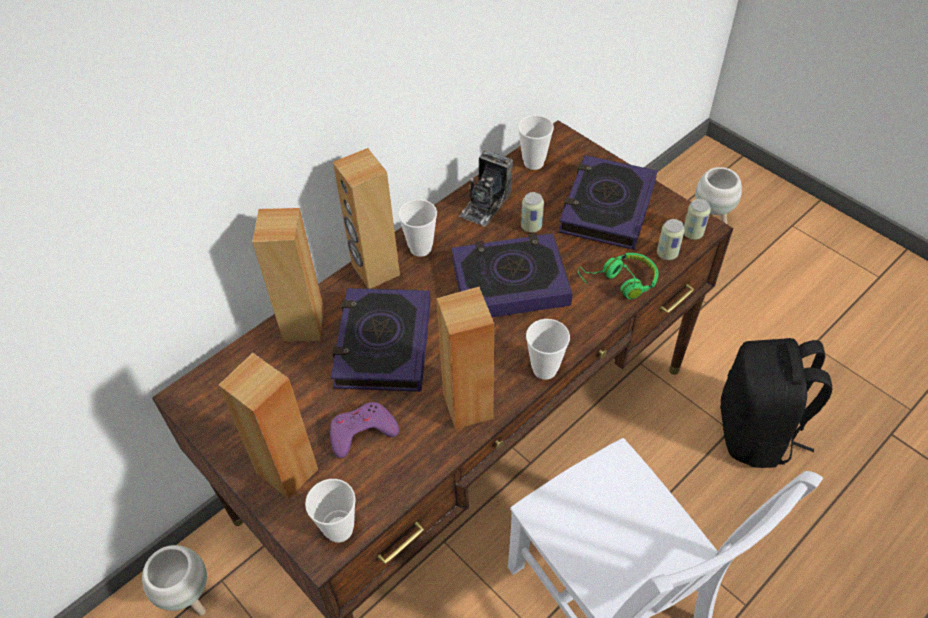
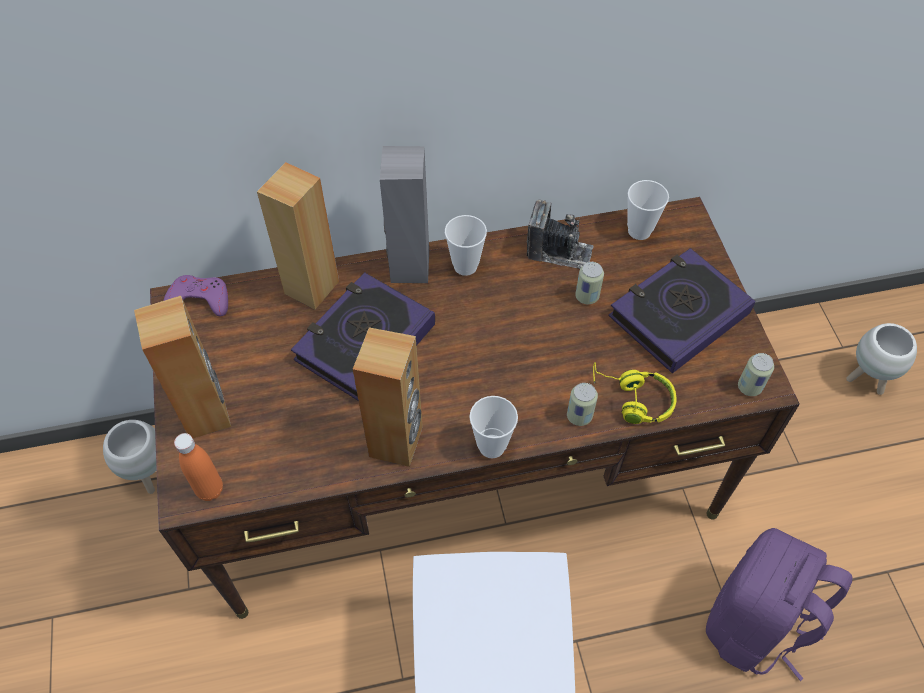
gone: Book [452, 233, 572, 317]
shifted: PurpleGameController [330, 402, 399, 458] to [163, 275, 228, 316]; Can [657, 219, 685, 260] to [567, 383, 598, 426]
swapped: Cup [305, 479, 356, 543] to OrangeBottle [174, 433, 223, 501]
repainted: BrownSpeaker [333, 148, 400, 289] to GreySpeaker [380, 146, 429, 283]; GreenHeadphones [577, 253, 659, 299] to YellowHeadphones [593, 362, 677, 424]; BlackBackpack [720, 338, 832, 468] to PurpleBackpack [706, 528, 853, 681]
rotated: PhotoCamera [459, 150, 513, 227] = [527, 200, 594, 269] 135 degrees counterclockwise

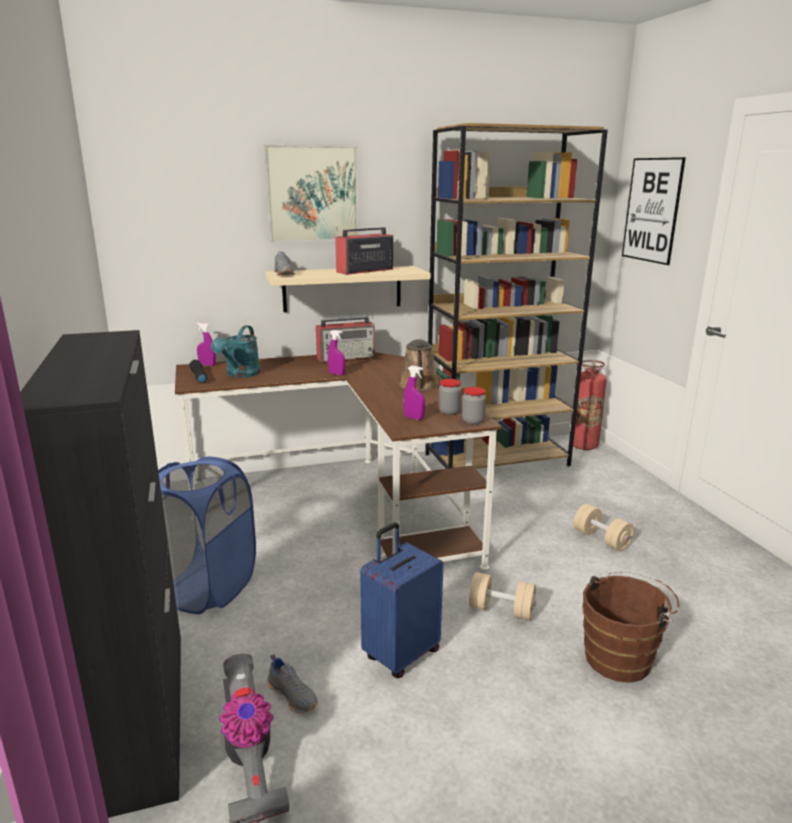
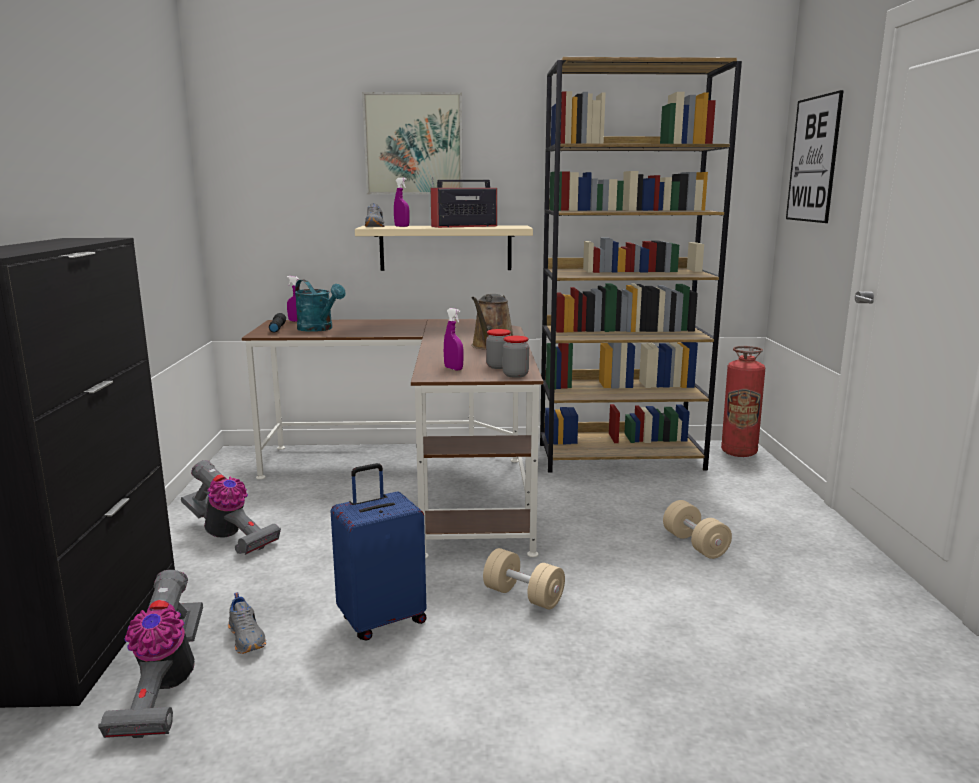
gone: Radio [316, 316, 375, 362]; BrownBucket [582, 571, 679, 683]
shifted: PurpleSprayBottle [328, 330, 345, 375] to [394, 178, 410, 227]
swapped: BlueLaundryBasket [158, 457, 256, 614] to VacuumCleaner [181, 460, 281, 555]
rotated: TurquoiseWateringCan [211, 326, 260, 378] = [295, 279, 346, 332] 75 degrees counterclockwise

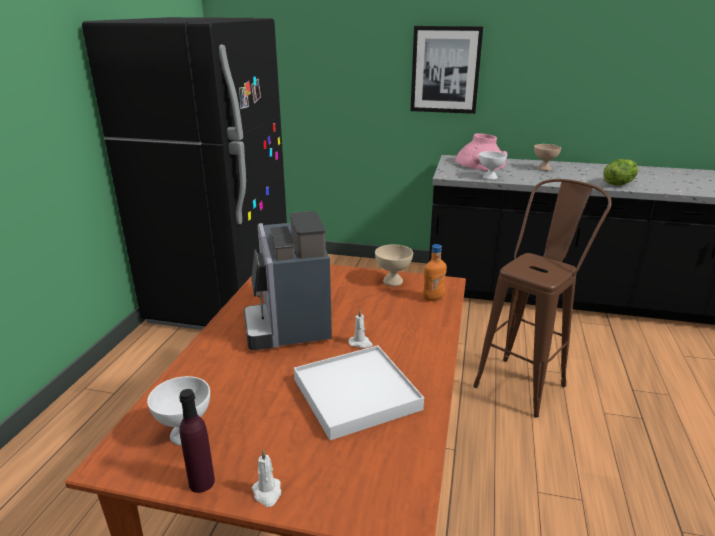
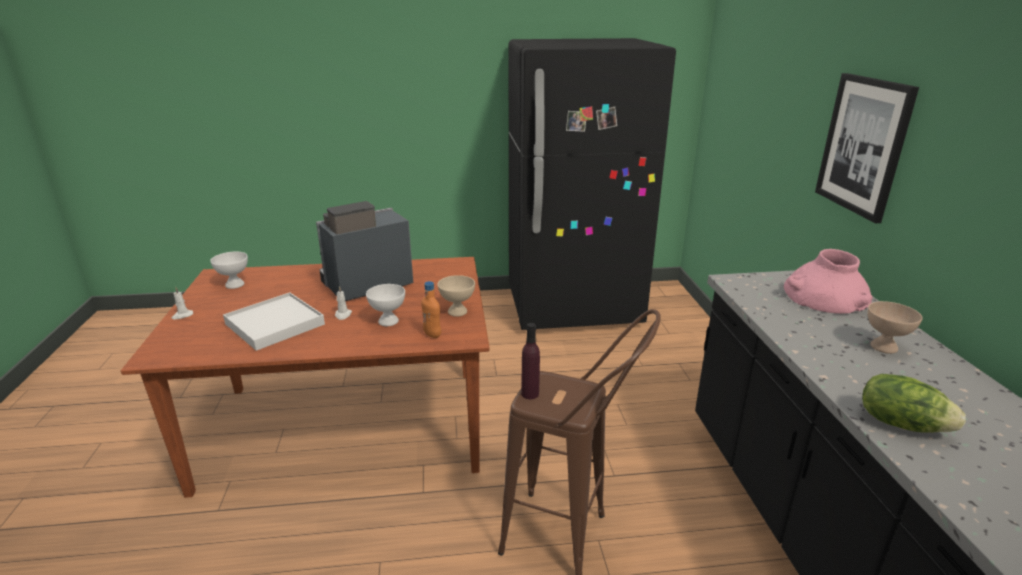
shifted: PurpleBottle [179, 389, 215, 493] to [521, 323, 540, 399]; WhiteBowl [479, 151, 507, 180] to [366, 284, 405, 326]

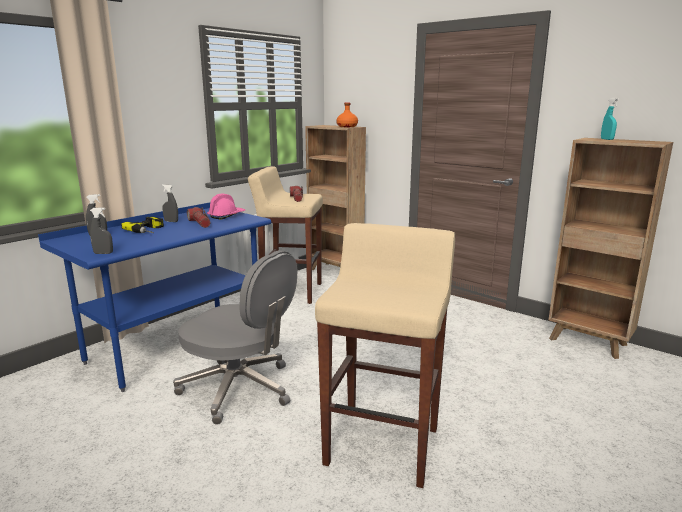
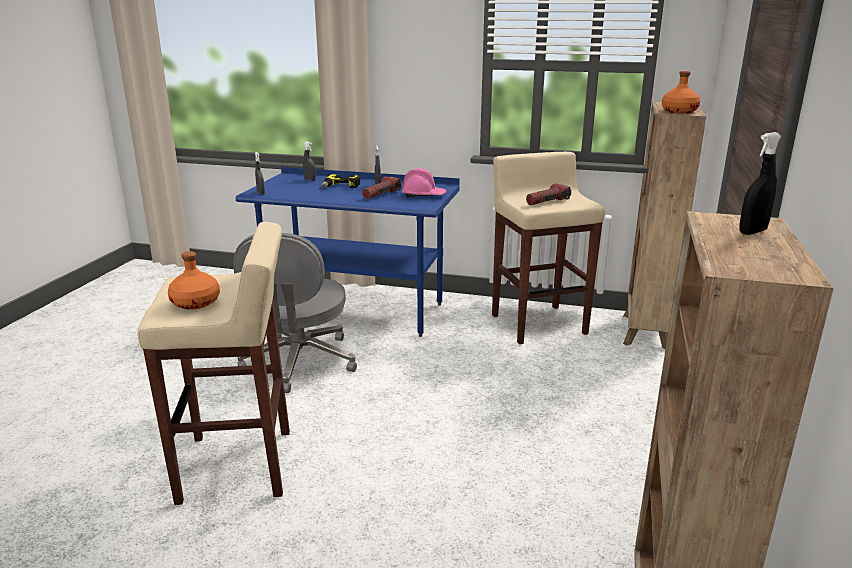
new: OrangeBottle [168, 251, 220, 310]
repainted: TurquoiseSprayBottle [601, 98, 619, 140] to BlackSprayBottle [739, 132, 781, 235]

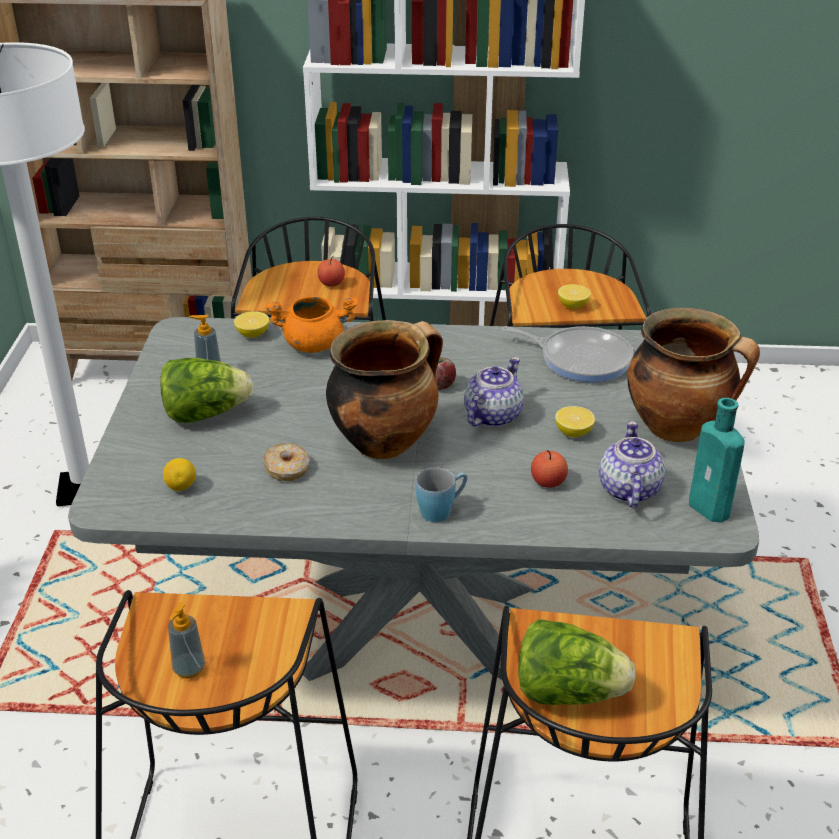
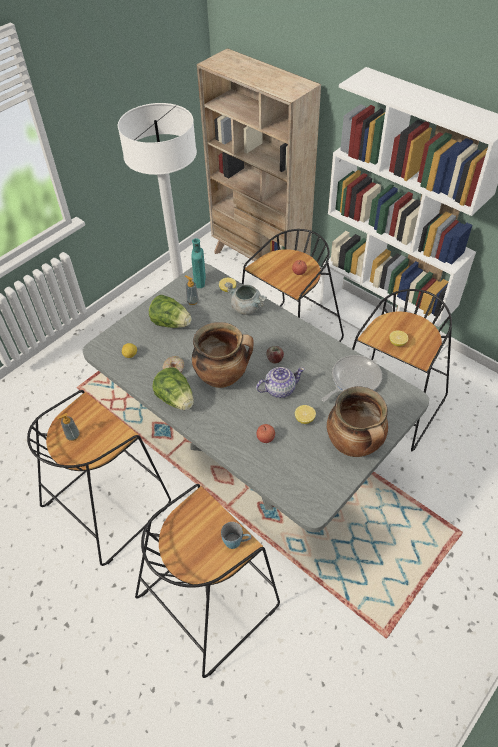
gone: Teapot [599, 421, 666, 508]
shifted: BlueMug [416, 467, 467, 522] to [221, 522, 251, 549]; Lettuce [518, 619, 636, 705] to [152, 367, 194, 410]; TurquoiseBottle [689, 398, 745, 522] to [191, 238, 206, 288]
repainted: OrangeCookingPot [266, 296, 358, 353] to GreyCookingPot [225, 282, 267, 315]
rotated: FryingPan [502, 326, 634, 382] = [321, 355, 382, 402] 105 degrees counterclockwise

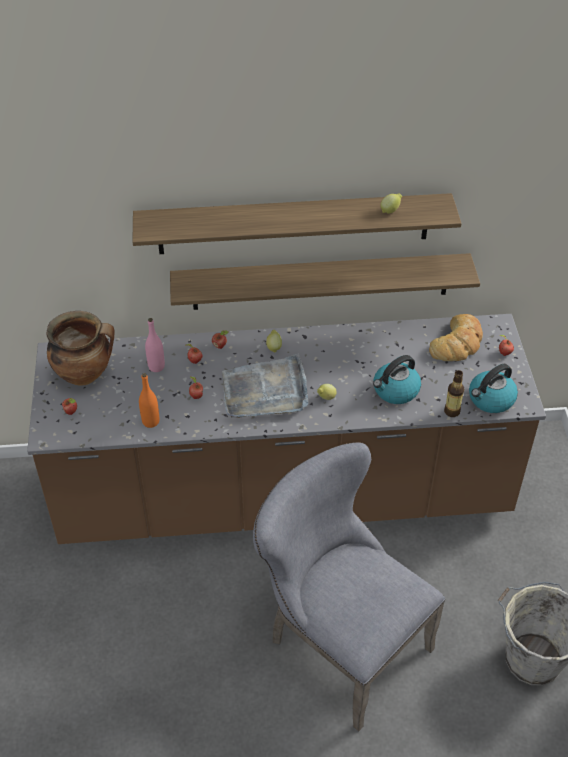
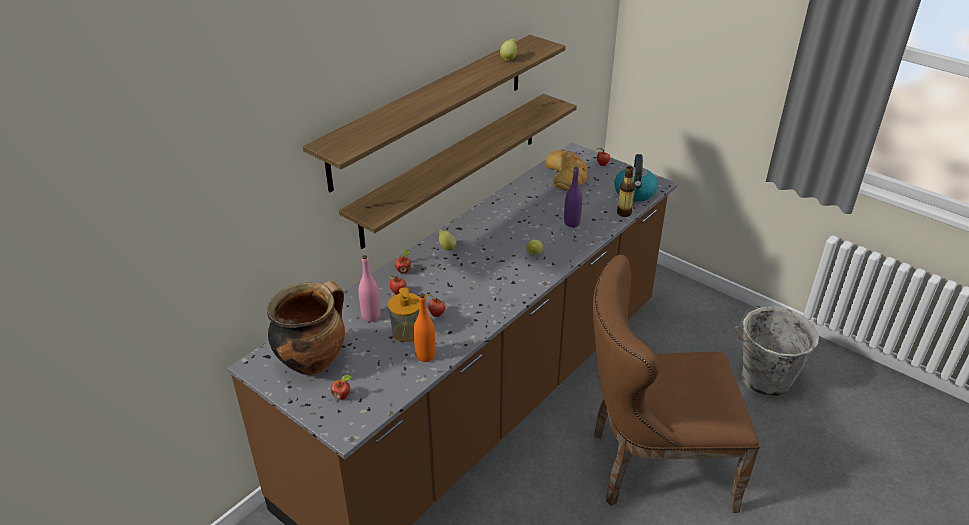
gone: GreyTray [222, 353, 308, 418]
new: SoapDispenser [388, 287, 419, 342]
swapped: Kettle [373, 355, 421, 404] to PurpleBottle [564, 166, 582, 227]
repainted: GreyChair [253, 442, 446, 731] to BrownChair [593, 255, 760, 513]

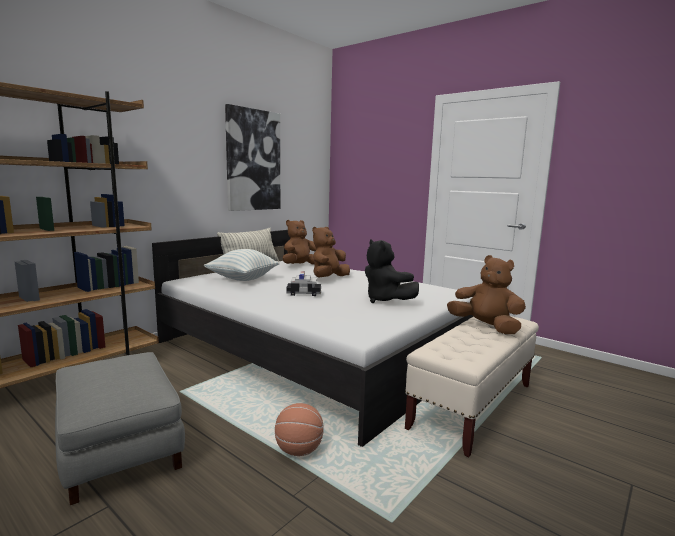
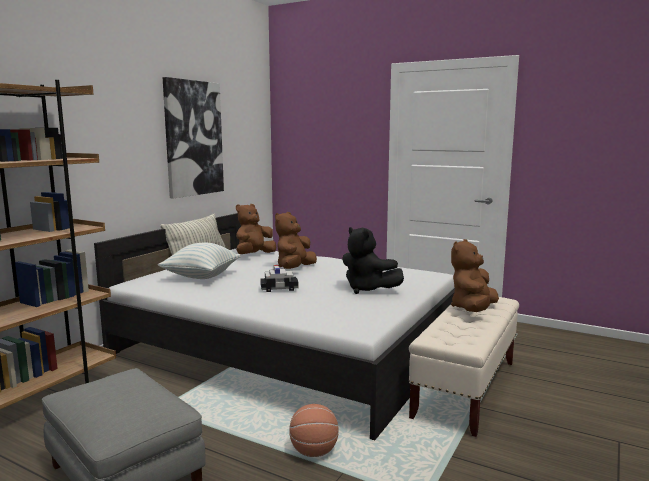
rotated: BrownPlushToy [447, 255, 526, 334] = [451, 239, 499, 312] 90 degrees counterclockwise

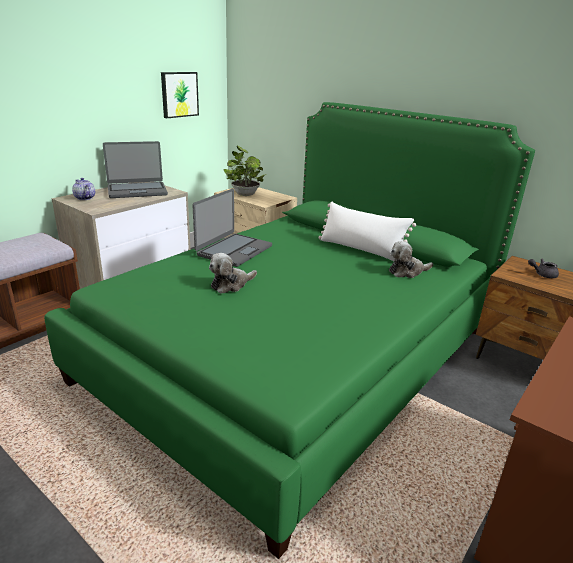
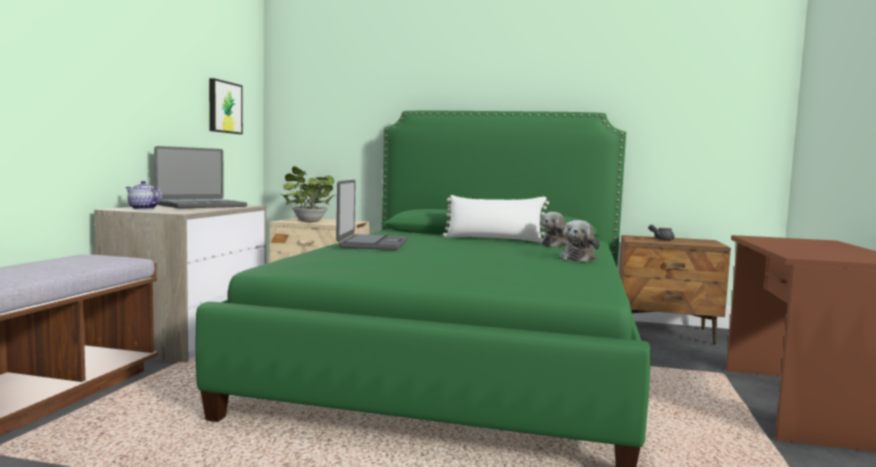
shifted: PlushToy [209, 253, 257, 294] to [559, 220, 600, 262]

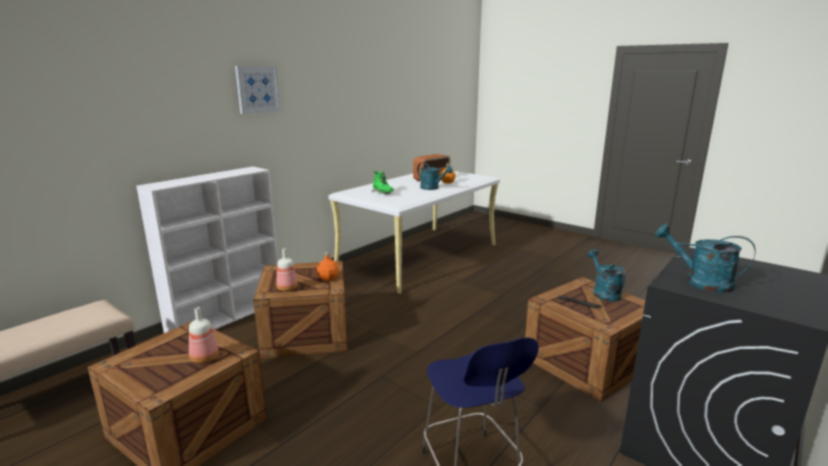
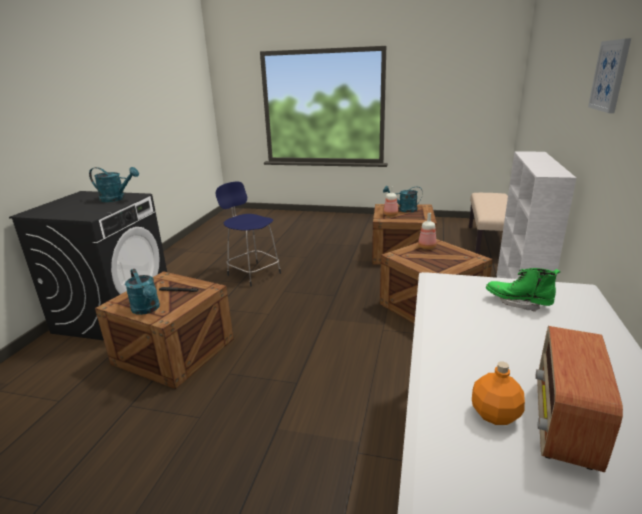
gone: OrangeBottle [317, 252, 339, 281]
shifted: TurquoiseWateringCan [417, 162, 453, 190] to [383, 186, 423, 213]

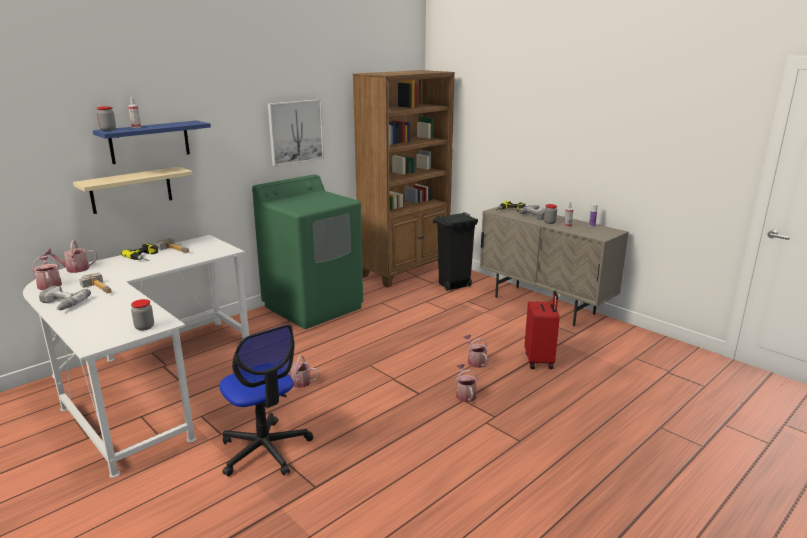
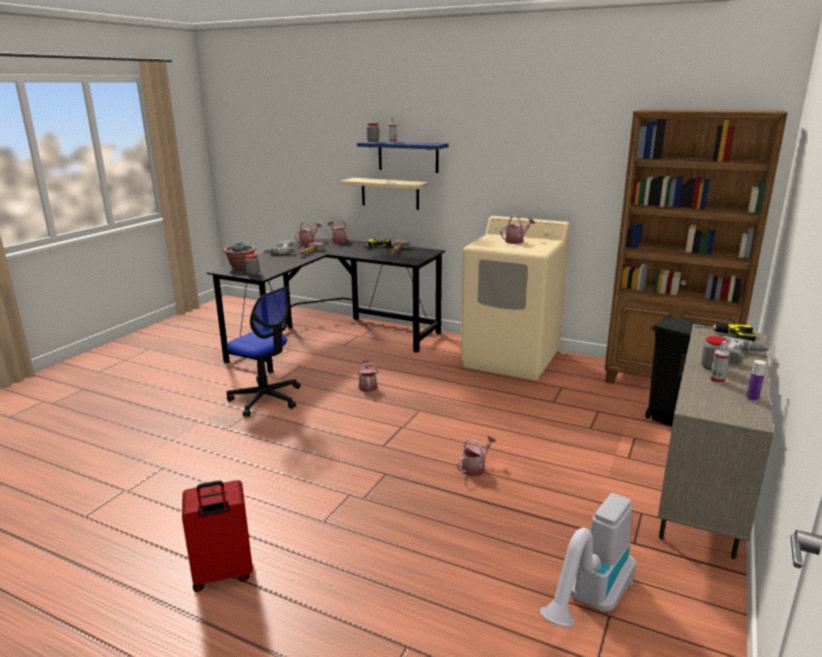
gone: Picture [268, 99, 324, 167]
new: PottedPlant [223, 243, 255, 269]; VacuumCleaner [540, 493, 636, 627]
shifted: WateringCan [456, 364, 478, 402] to [500, 215, 535, 244]; RedSuitcase [525, 291, 560, 369] to [182, 480, 253, 592]
repainted: WhiteDesk [23, 235, 249, 478] to BlackDesk [207, 239, 445, 373]; GreenWashingMachine [252, 174, 363, 329] to BeigeWashingMachine [461, 216, 570, 380]
rotated: OfficeChair [219, 324, 313, 476] = [227, 286, 300, 417] 90 degrees counterclockwise

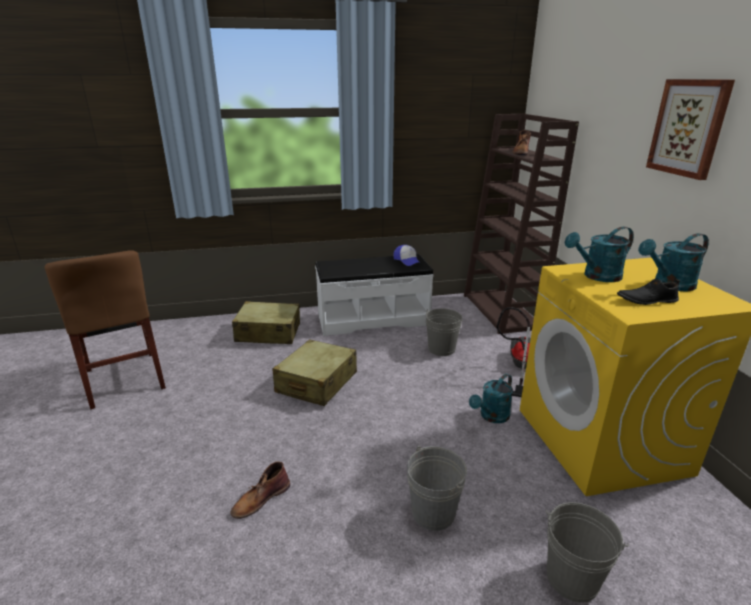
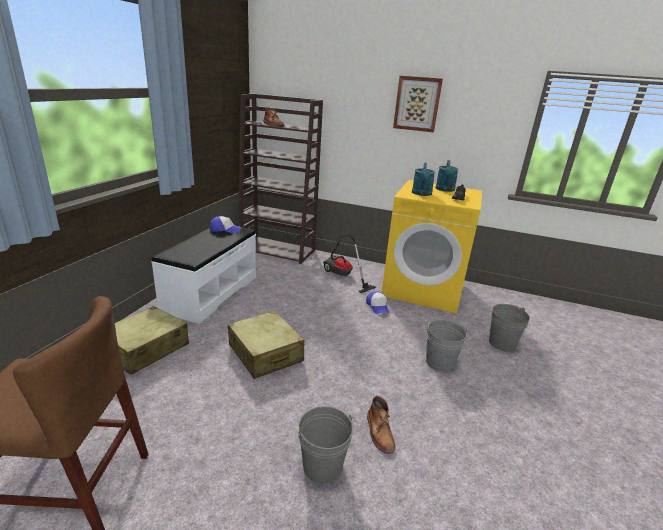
shifted: GreyBucket [424, 308, 463, 356] to [298, 406, 355, 484]
swapped: TurquoiseWateringCan [469, 374, 513, 423] to Cap [366, 291, 389, 314]

